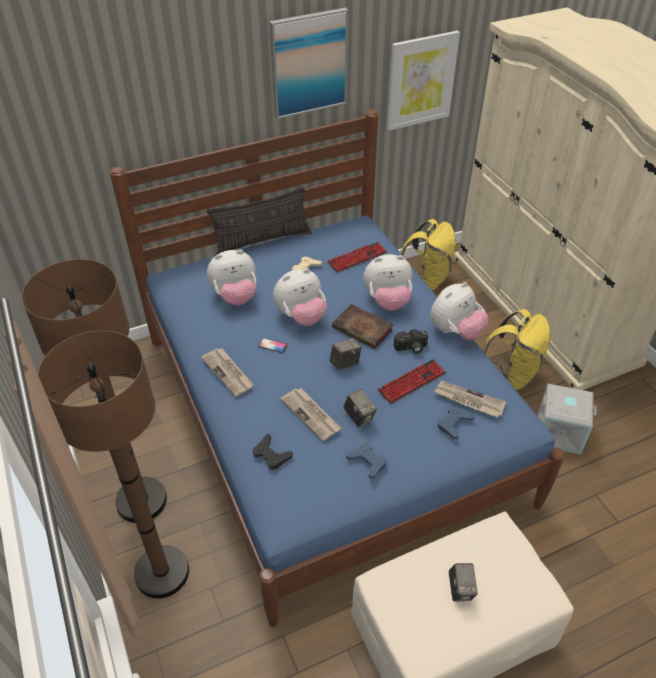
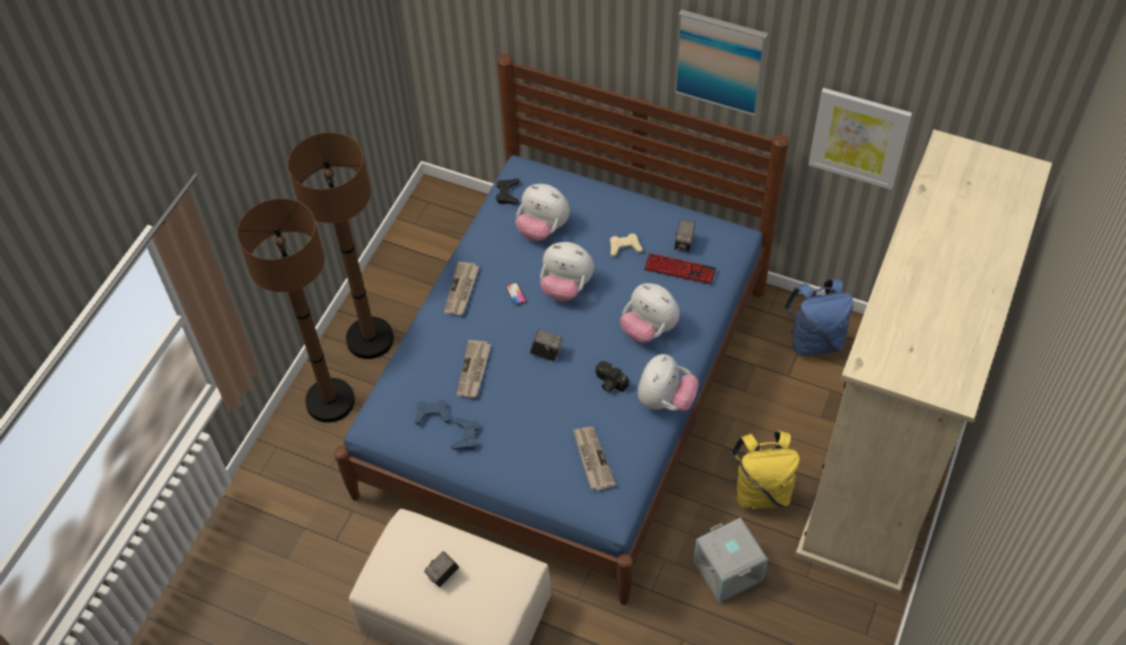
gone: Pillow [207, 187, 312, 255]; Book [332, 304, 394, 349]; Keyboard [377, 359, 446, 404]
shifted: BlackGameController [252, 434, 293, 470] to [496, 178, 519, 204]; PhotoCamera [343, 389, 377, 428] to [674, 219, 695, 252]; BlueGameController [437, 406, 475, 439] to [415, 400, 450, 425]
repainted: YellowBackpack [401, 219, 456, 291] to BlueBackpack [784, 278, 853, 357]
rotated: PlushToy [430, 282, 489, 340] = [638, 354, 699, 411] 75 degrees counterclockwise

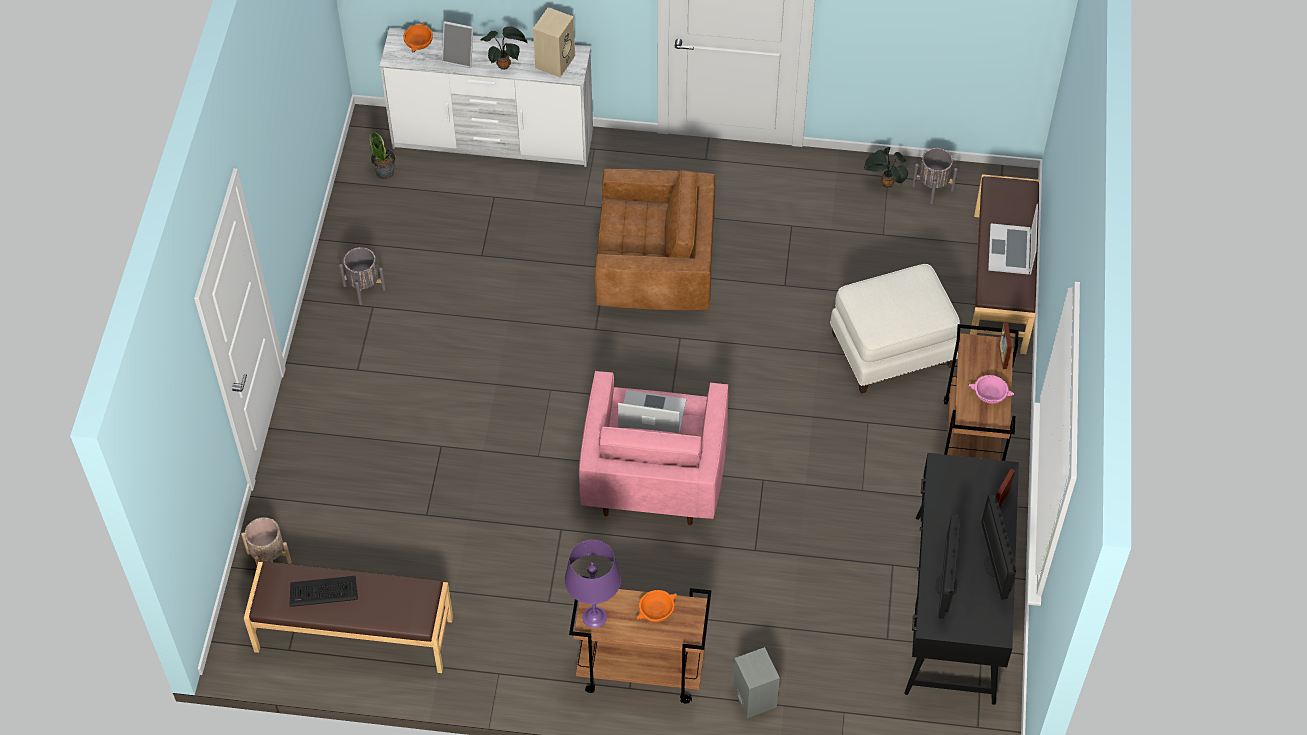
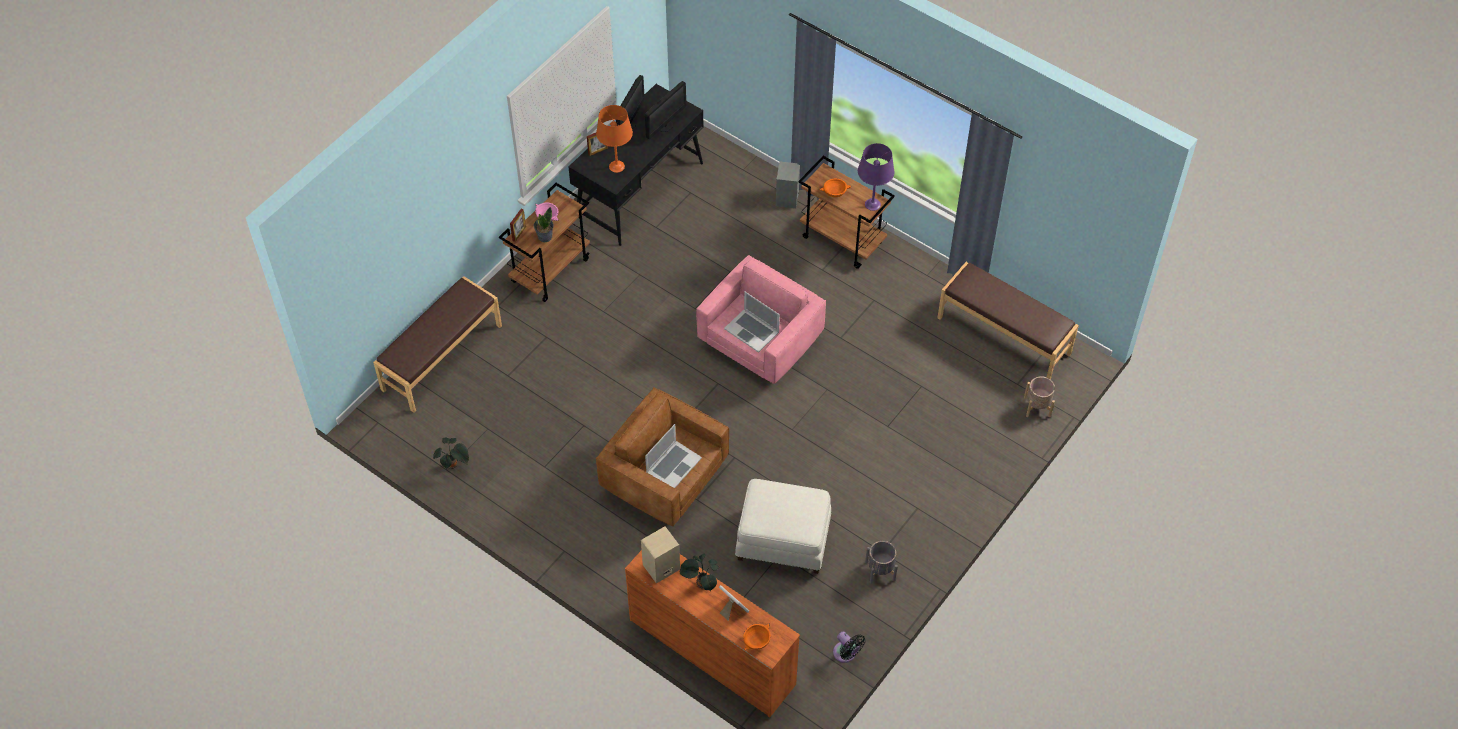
gone: Keyboard [290, 576, 358, 606]; GreyPlanter [912, 148, 958, 204]
new: OrangeTableLamp [596, 105, 633, 173]; BlackFan [833, 631, 865, 663]
shifted: PottedPlant [370, 131, 396, 179] to [534, 206, 554, 242]; WhiteOttoman [830, 264, 960, 394] to [735, 479, 831, 574]; Laptop [988, 204, 1038, 275] to [645, 424, 702, 488]
repainted: WhiteDresser [379, 28, 593, 167] to OrangeDresser [625, 550, 800, 718]

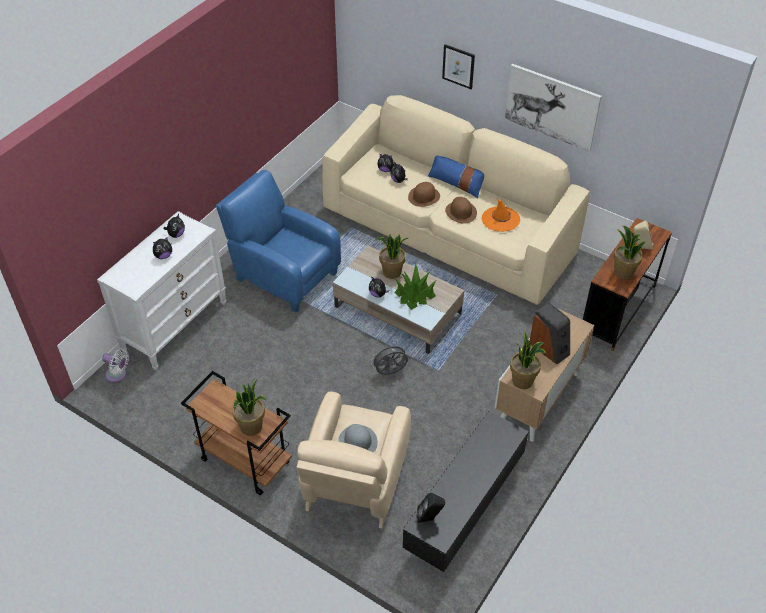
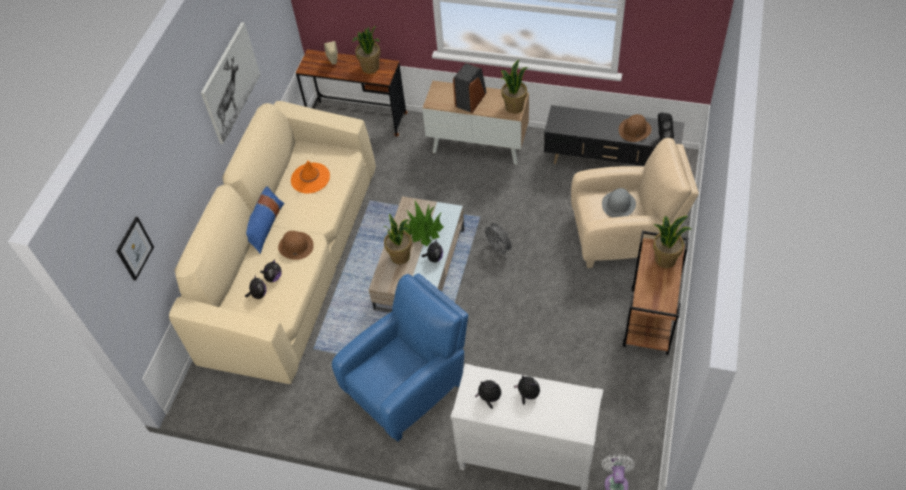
shifted: Picture [442, 44, 475, 89] to [116, 217, 154, 281]; BrownHat [445, 197, 477, 224] to [619, 114, 652, 142]
rotated: BlueArmchair [216, 170, 341, 313] = [332, 273, 468, 442] 150 degrees counterclockwise

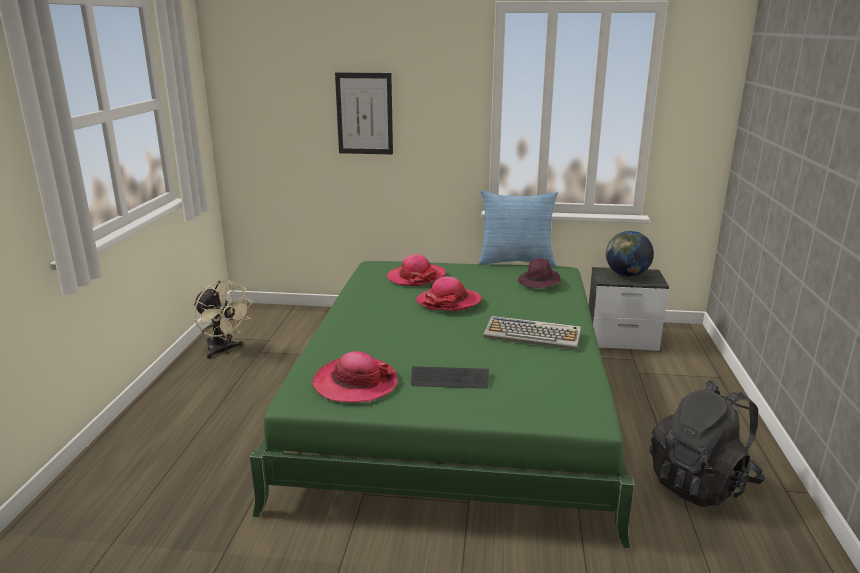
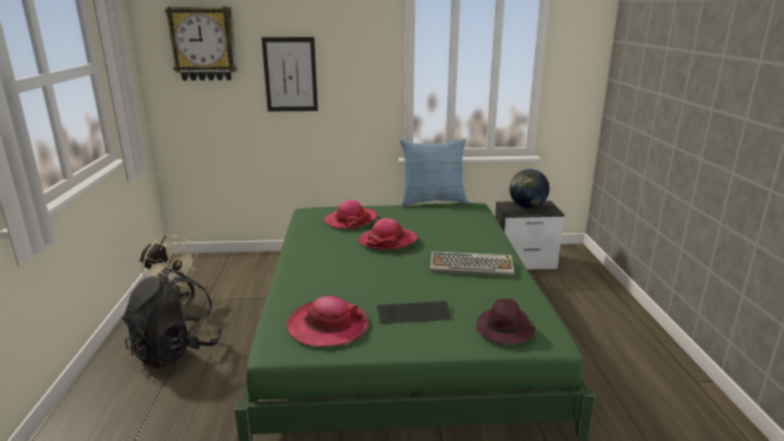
new: WallClock [165, 7, 237, 81]
shifted: PurpleHat [517, 258, 561, 288] to [477, 299, 536, 344]; BlackBackpack [650, 380, 765, 507] to [122, 269, 222, 369]

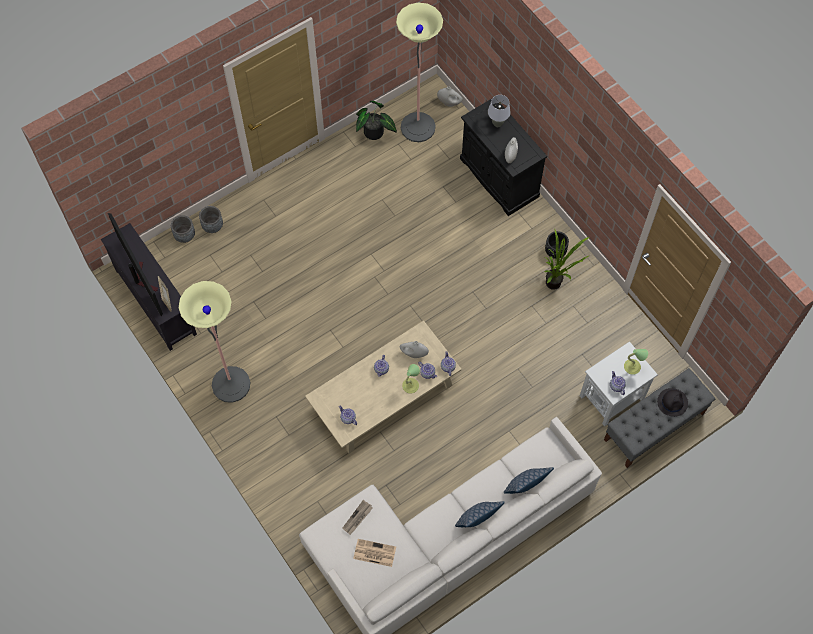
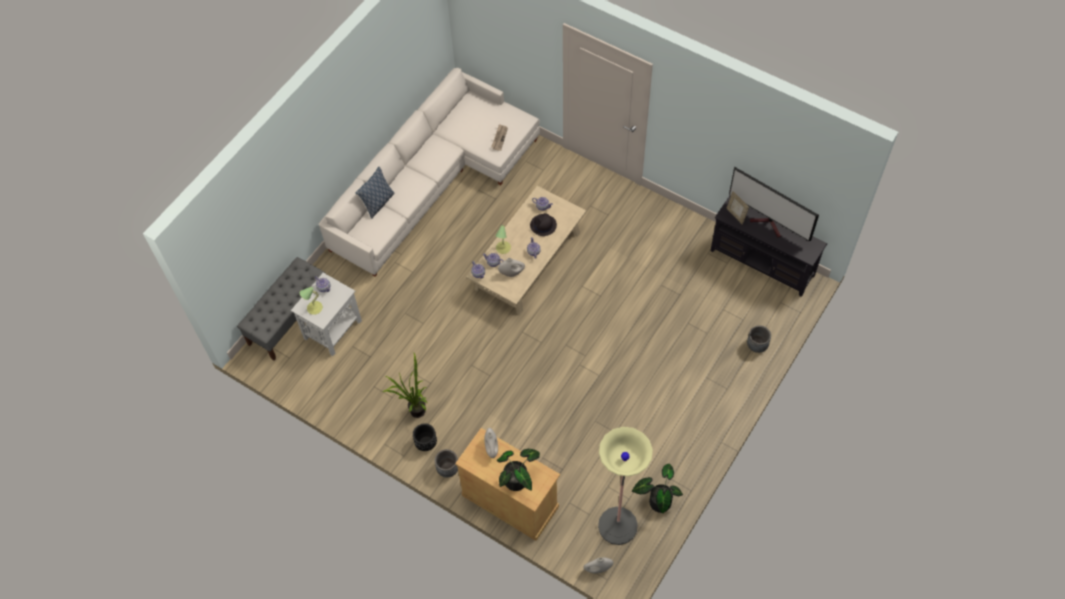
gone: FloorLamp [179, 281, 250, 403]; Newspaper [353, 539, 396, 567]; Pillow [455, 501, 505, 527]
shifted: GreyPlanter [171, 215, 195, 243] to [435, 449, 458, 477]; BlackHat [657, 388, 688, 417] to [530, 213, 557, 236]
swapped: GreyTableLamp [488, 95, 511, 127] to PottedPlant [497, 449, 540, 491]
repainted: BlackCabinet [460, 99, 547, 216] to BeigeCabinet [455, 428, 560, 541]

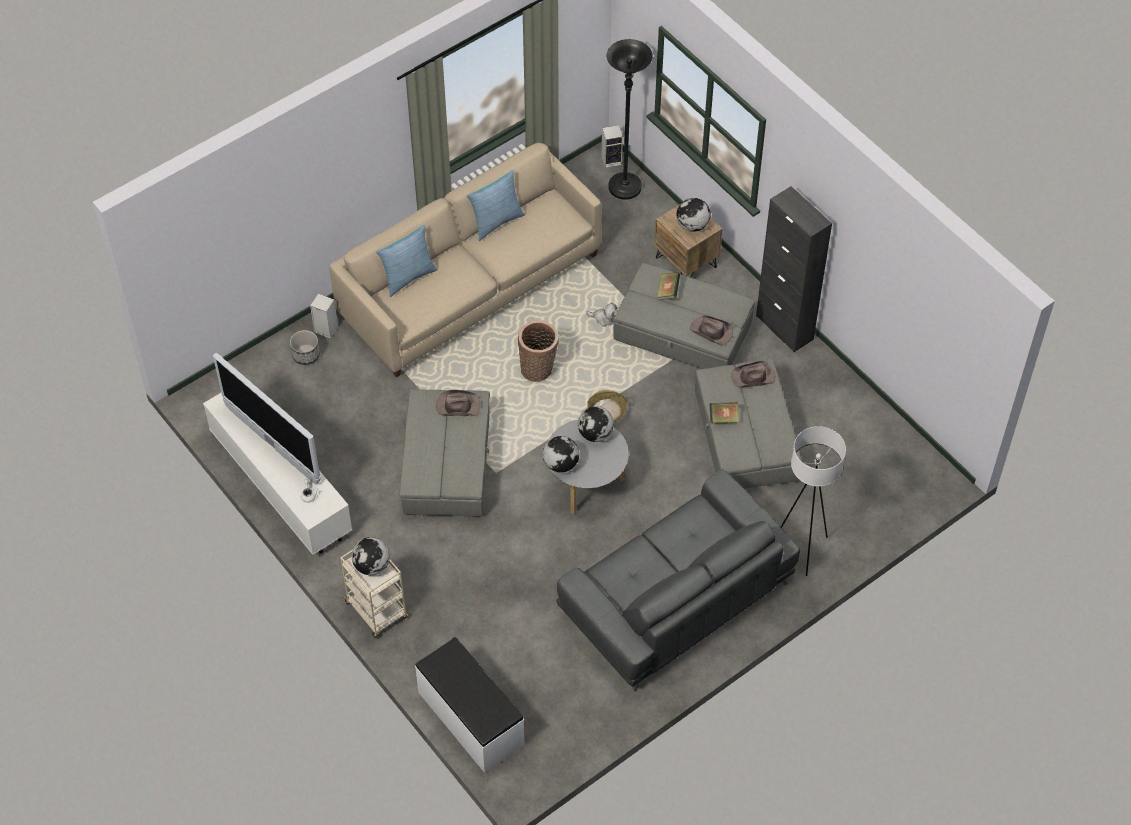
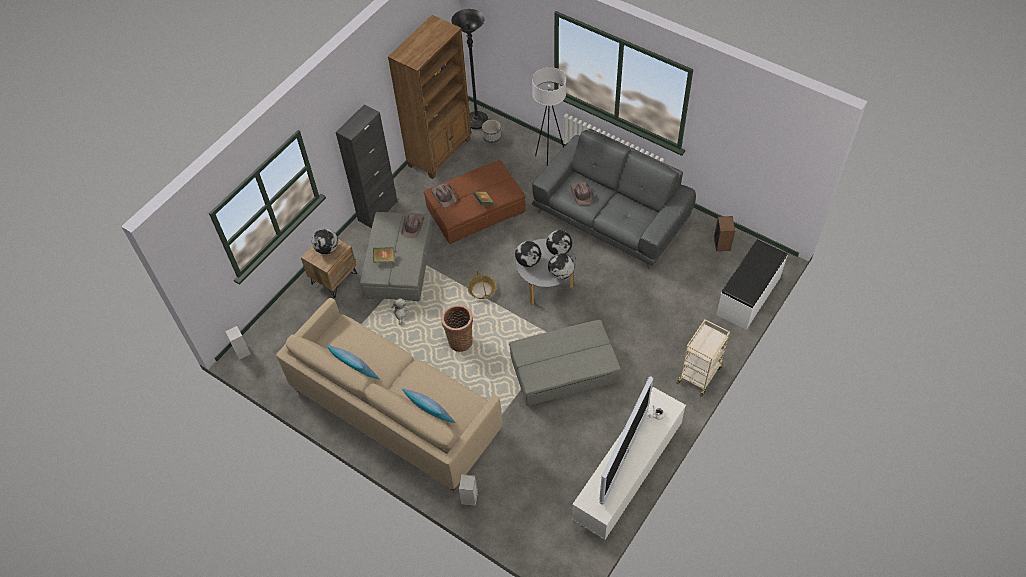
new: BrownBookcase [388, 15, 471, 179]; Speaker [714, 216, 735, 251]
shifted: Planter [290, 330, 320, 365] to [482, 120, 501, 143]; Globe [352, 537, 390, 575] to [546, 230, 572, 255]; BrownHat [436, 390, 480, 416] to [570, 182, 595, 205]; BlackFloorLamp [607, 39, 653, 200] to [451, 9, 488, 129]
repainted: GreyOttoman [695, 359, 801, 489] to BrownOttoman [424, 160, 526, 244]

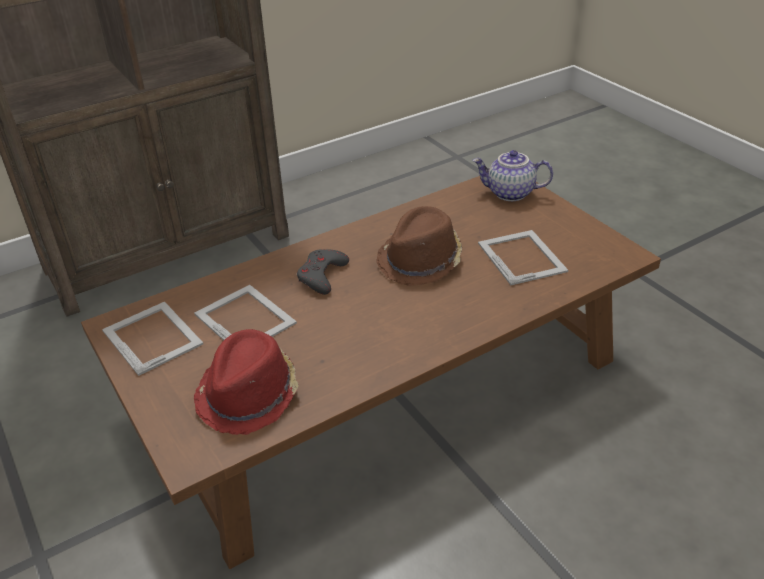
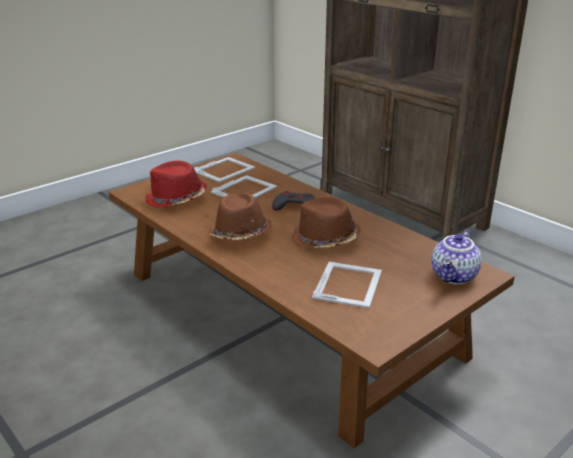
new: BrownHat [209, 193, 271, 240]
rotated: Teapot [472, 150, 553, 201] = [432, 229, 482, 284] 150 degrees counterclockwise; PictureFrame [478, 230, 568, 285] = [312, 262, 382, 308] 45 degrees counterclockwise

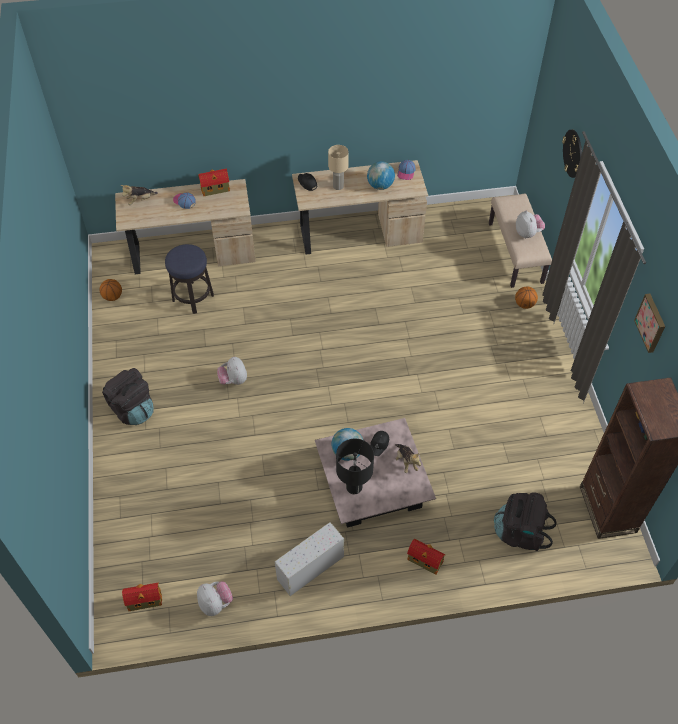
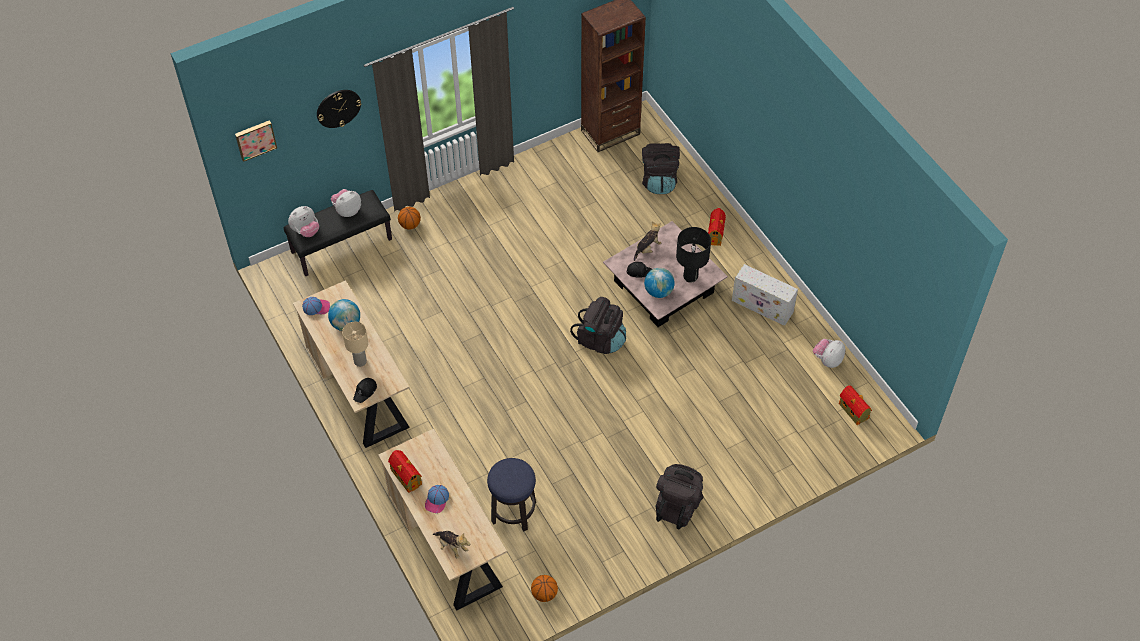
new: BlackBackpack [570, 297, 626, 354]
shifted: PlushToy [217, 357, 247, 385] to [288, 206, 319, 237]; Picture [634, 294, 665, 353] to [235, 120, 277, 162]
repainted: BeigeBench [489, 194, 552, 288] to BlackBench [284, 190, 392, 276]

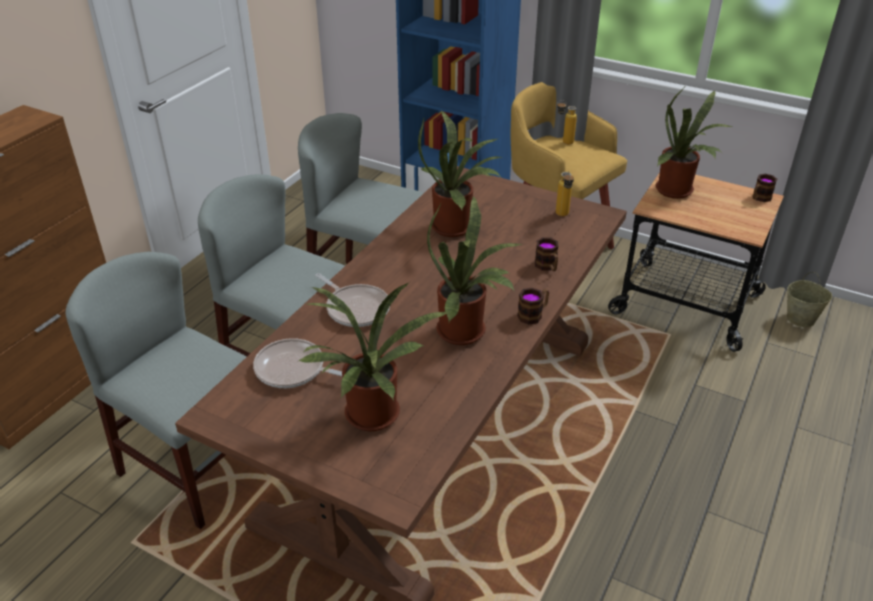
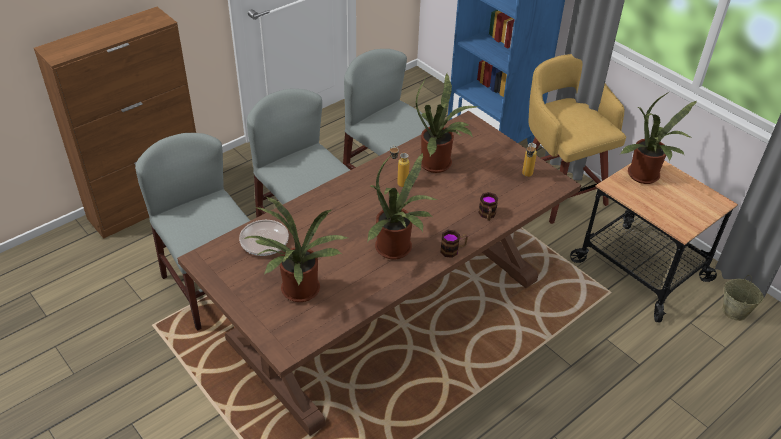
gone: FryingPan [315, 273, 390, 327]; Mug [752, 174, 777, 202]
shifted: Bottle [557, 100, 577, 144] to [390, 146, 410, 187]

